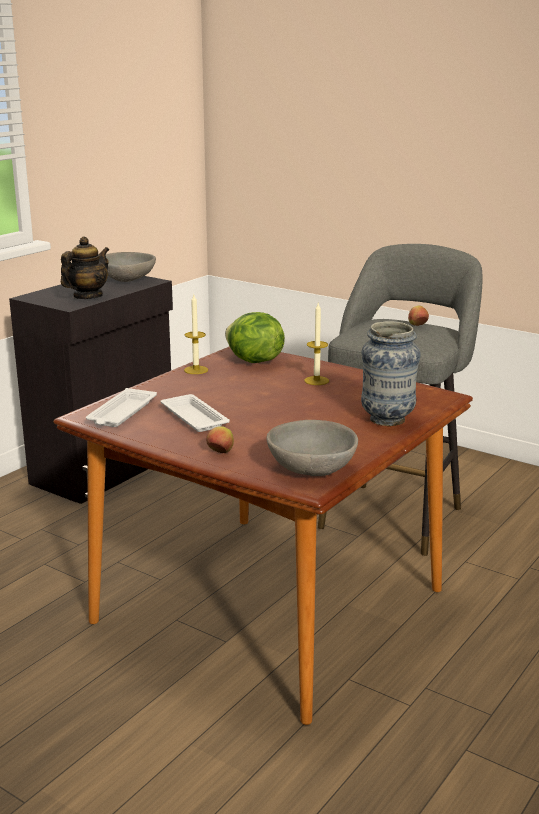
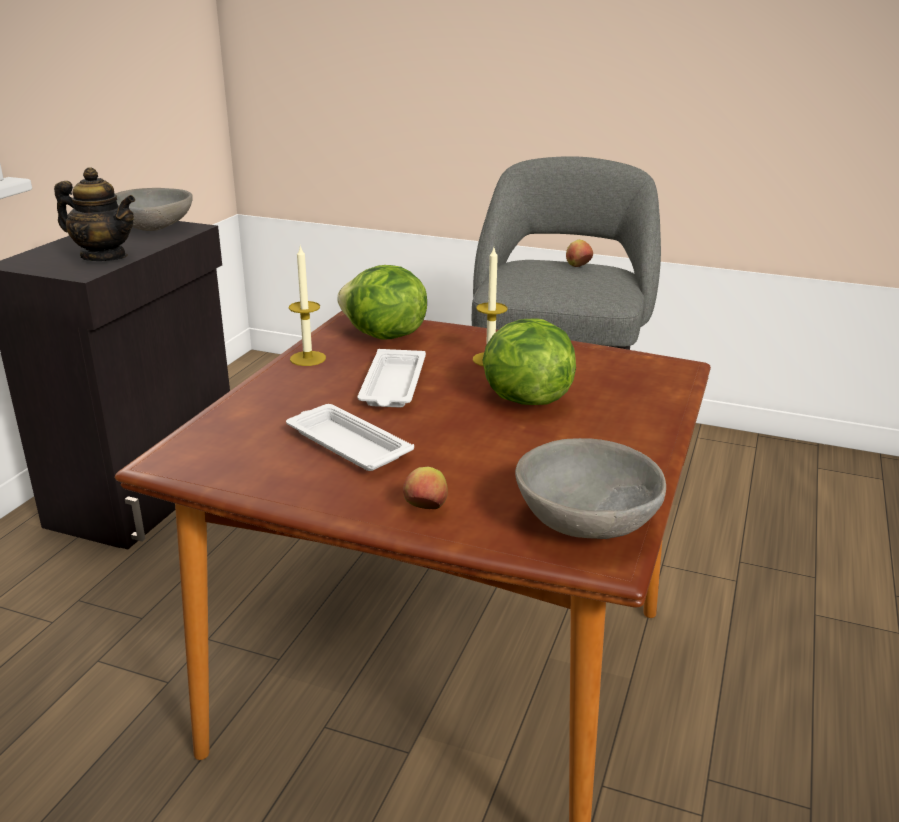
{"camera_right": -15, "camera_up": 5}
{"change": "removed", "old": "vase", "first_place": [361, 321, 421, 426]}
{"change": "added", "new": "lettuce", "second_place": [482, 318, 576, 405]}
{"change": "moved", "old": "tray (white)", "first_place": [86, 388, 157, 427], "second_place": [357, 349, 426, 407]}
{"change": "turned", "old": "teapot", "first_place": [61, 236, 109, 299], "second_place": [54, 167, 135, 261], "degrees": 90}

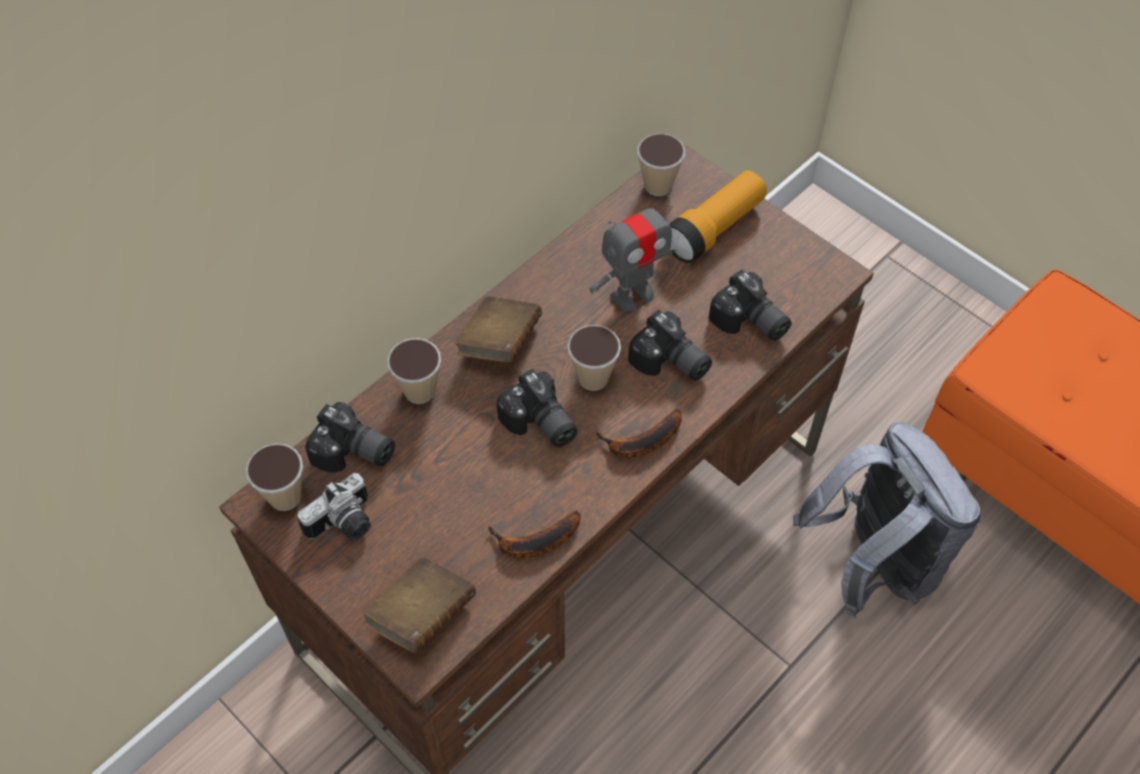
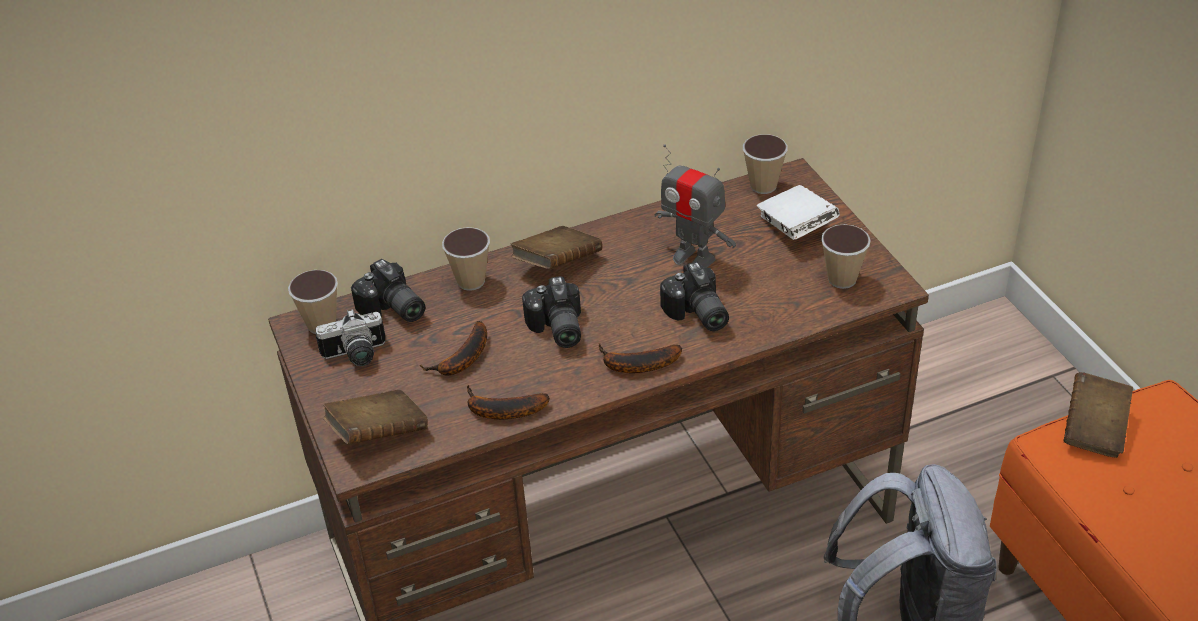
{"camera_right": 25, "camera_up": -15}
{"change": "removed", "old": "photo camera", "first_place": [709, 270, 792, 341]}
{"change": "added", "new": "banana", "second_place": [420, 321, 487, 375]}
{"change": "added", "new": "book (brown)", "second_place": [1063, 372, 1133, 458]}
{"change": "moved", "old": "cup", "first_place": [567, 325, 621, 391], "second_place": [821, 224, 871, 289]}
{"change": "replaced", "old": "flashlight", "new": "book (white)", "first_place": [669, 170, 767, 263], "second_place": [757, 185, 840, 240]}
{"change": "turned", "old": "toy robot", "first_place": [589, 195, 676, 311], "second_place": [654, 144, 736, 268], "degrees": 45}

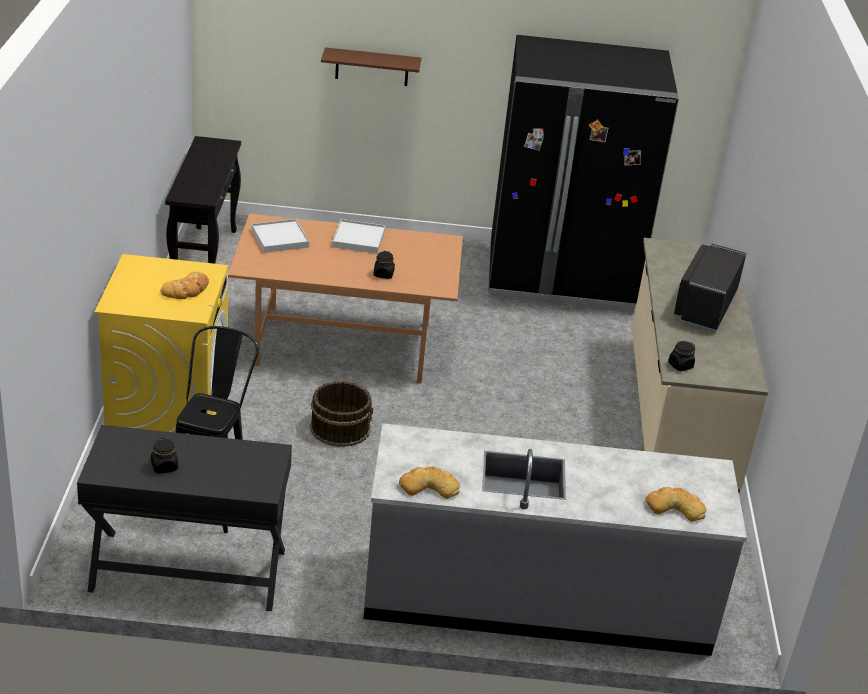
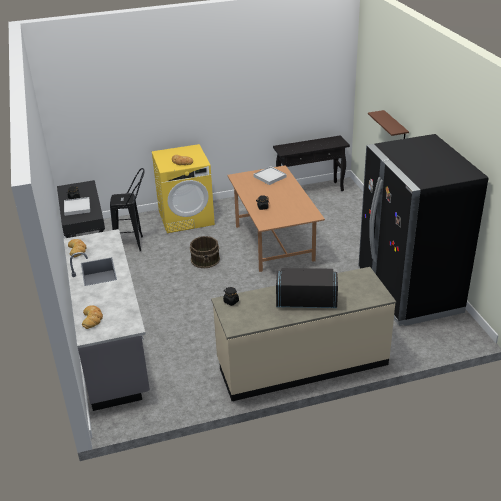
{"camera_right": 75, "camera_up": 0}
{"change": "moved", "old": "tray (white)", "first_place": [332, 219, 385, 254], "second_place": [64, 197, 90, 216]}

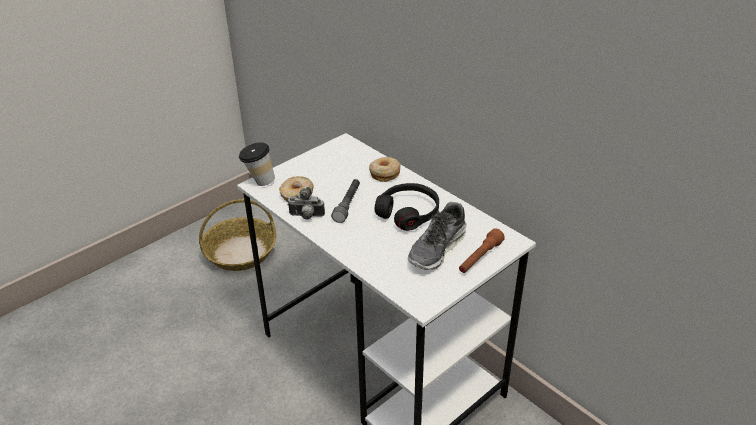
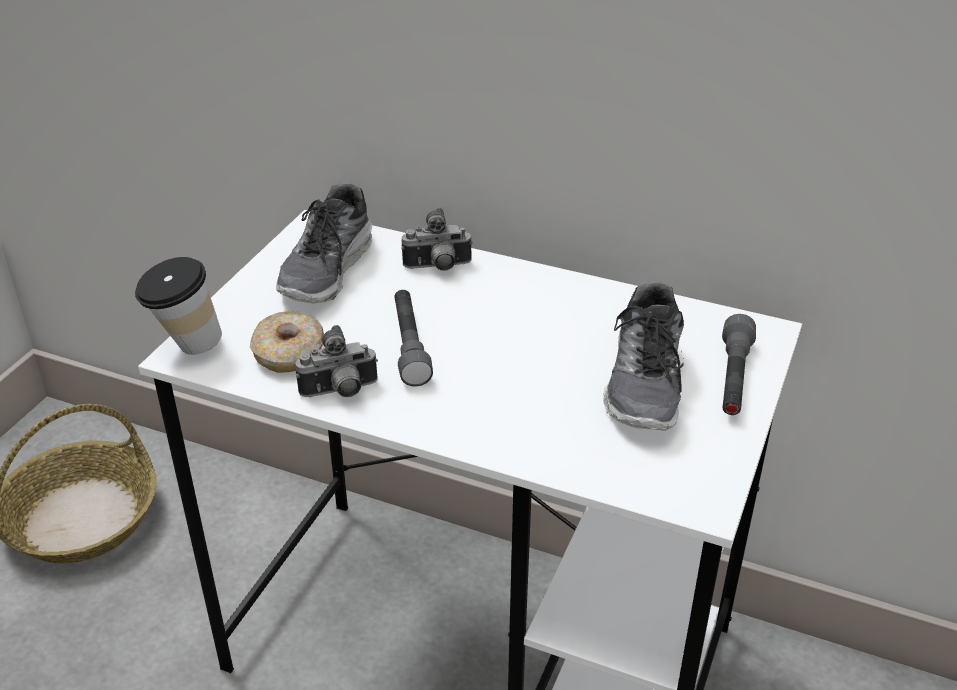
{"camera_right": -25, "camera_up": 0}
{"change": "removed", "old": "headphones (black)", "first_place": [375, 183, 439, 231]}
{"change": "added", "new": "shoe", "second_place": [276, 183, 372, 303]}
{"change": "replaced", "old": "donut", "new": "photo camera", "first_place": [369, 157, 401, 182], "second_place": [401, 208, 472, 271]}
{"change": "recoloured", "old": "flashlight (brown)", "new": "flashlight (grey)", "first_place": [459, 228, 505, 273], "second_place": [722, 314, 756, 415]}

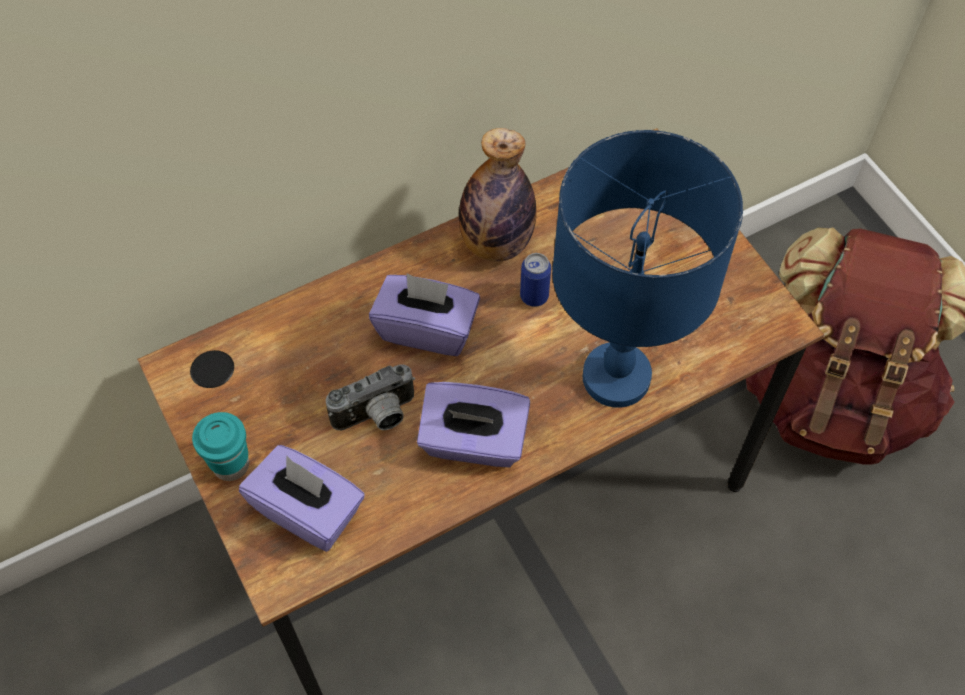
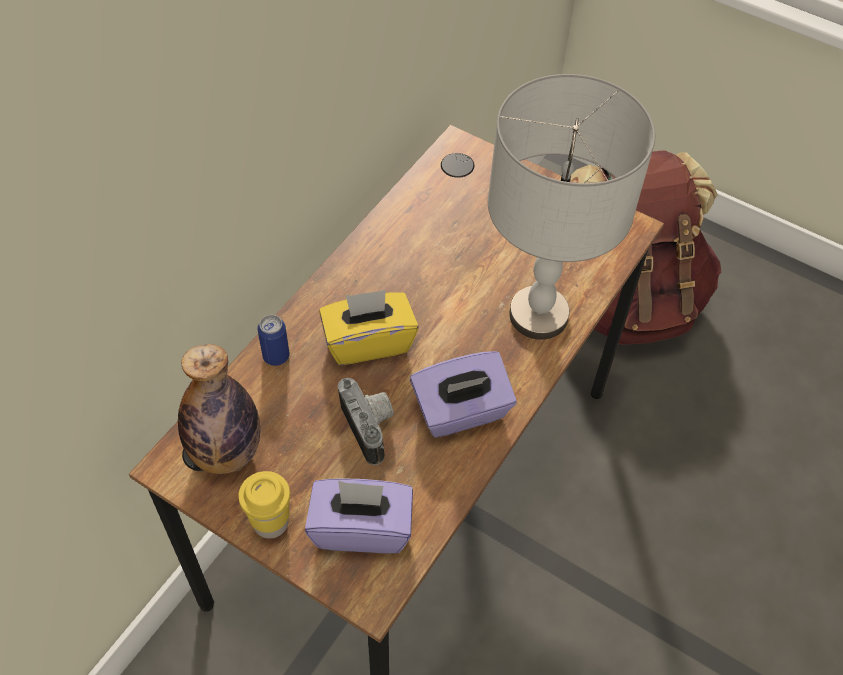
{"camera_right": -30, "camera_up": -5}
{"change": "moved", "old": "bottle", "first_place": [459, 128, 536, 262], "second_place": [178, 344, 260, 474]}
{"change": "moved", "old": "can", "first_place": [520, 253, 551, 307], "second_place": [257, 315, 289, 366]}
{"change": "recoloured", "old": "cup (turquoise)", "new": "cup (yellow)", "first_place": [192, 412, 249, 481], "second_place": [238, 471, 290, 539]}
{"change": "recoloured", "old": "tissue box (purple)", "new": "tissue box (yellow)", "first_place": [369, 273, 480, 356], "second_place": [319, 290, 419, 365]}
{"change": "recoloured", "old": "table lamp (blue)", "new": "table lamp (grey)", "first_place": [552, 130, 743, 408], "second_place": [488, 74, 655, 340]}
{"change": "turned", "old": "photo camera", "first_place": [326, 364, 415, 430], "second_place": [338, 378, 394, 465], "degrees": -60}

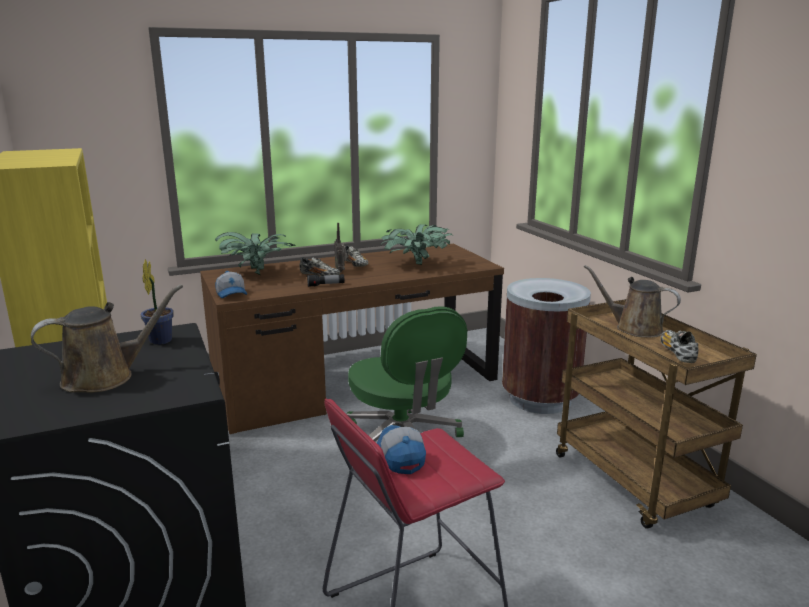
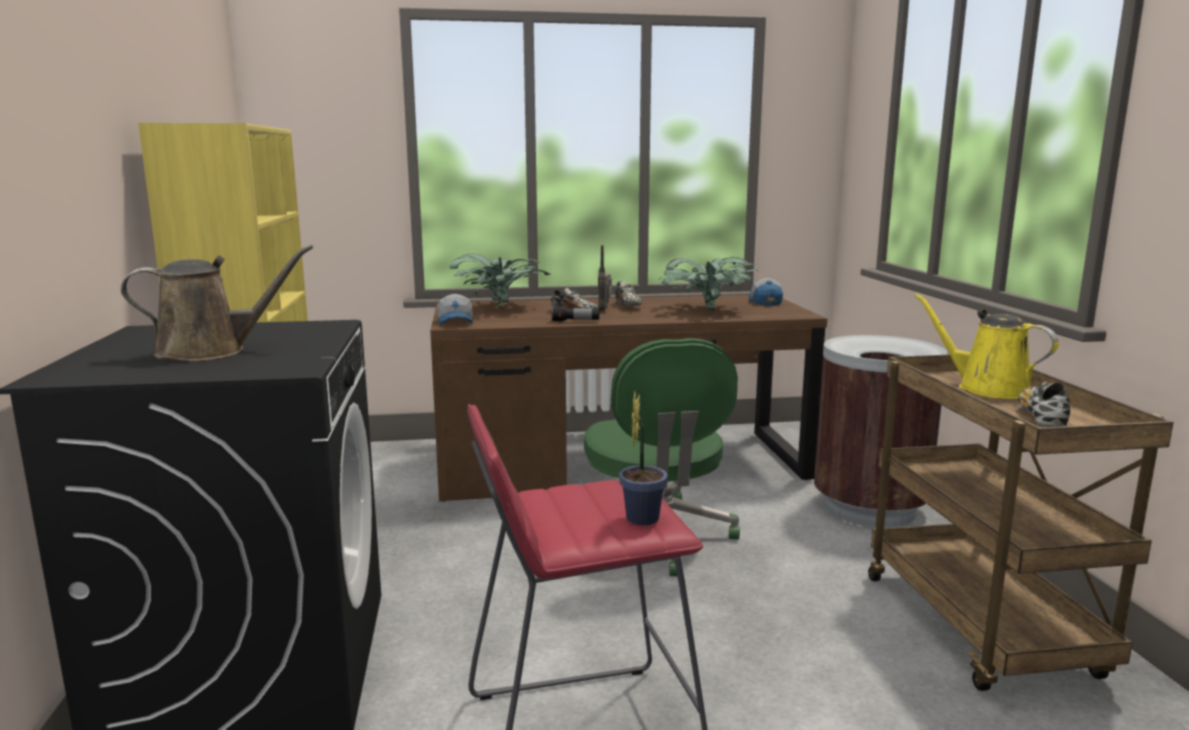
{"camera_right": 15, "camera_up": -5}
{"change": "moved", "old": "potted plant", "first_place": [141, 259, 174, 345], "second_place": [619, 392, 668, 525]}
{"change": "moved", "old": "cap", "first_place": [377, 425, 426, 474], "second_place": [749, 278, 783, 306]}
{"change": "recoloured", "old": "watering can (brown)", "new": "watering can (yellow)", "first_place": [584, 265, 681, 338], "second_place": [914, 293, 1059, 399]}

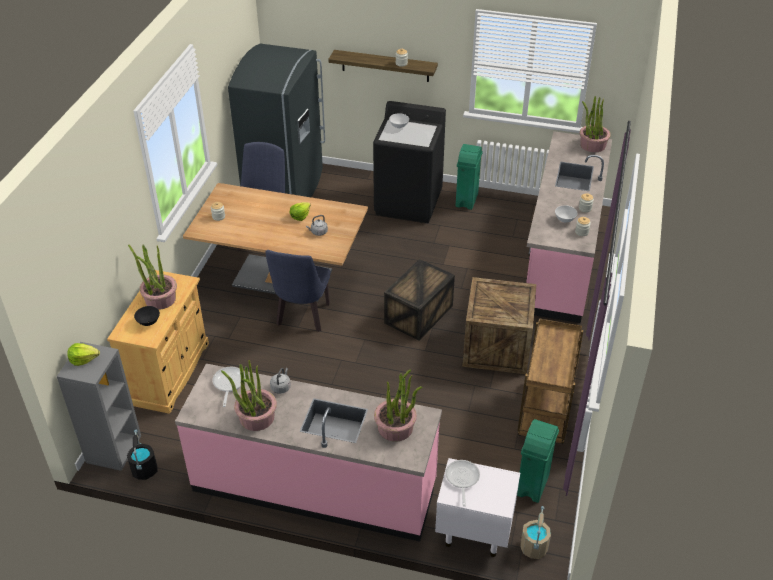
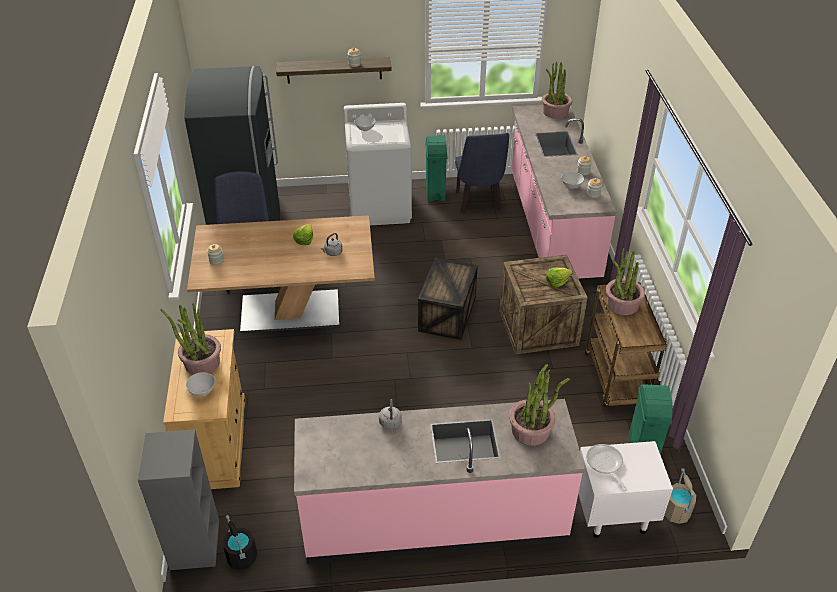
{"camera_right": -20, "camera_up": 0}
{"change": "removed", "old": "frying pan", "first_place": [213, 367, 246, 407]}
{"change": "moved", "old": "lettuce", "first_place": [67, 343, 100, 366], "second_place": [546, 268, 572, 288]}
{"change": "moved", "old": "potted plant", "first_place": [221, 360, 277, 431], "second_place": [606, 248, 645, 315]}
{"change": "moved", "old": "chair (blue)", "first_place": [265, 250, 330, 332], "second_place": [455, 133, 509, 214]}
{"change": "recoloured", "old": "bowl (black)", "new": "bowl (white)", "first_place": [134, 306, 160, 326], "second_place": [186, 372, 215, 396]}
{"change": "recoloured", "old": "washing machine (black)", "new": "washing machine (white)", "first_place": [373, 101, 446, 223], "second_place": [344, 103, 412, 226]}

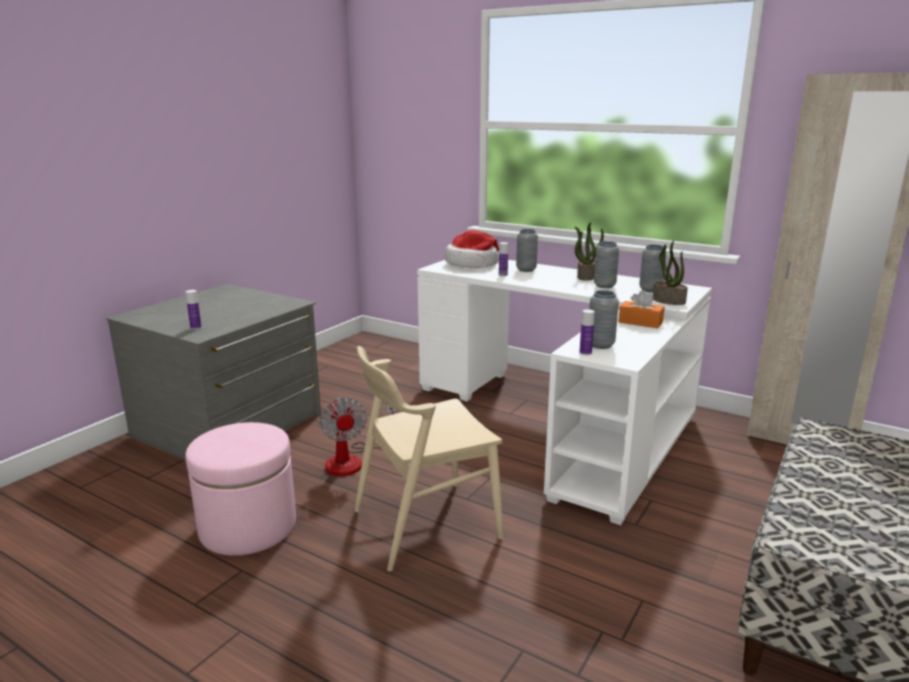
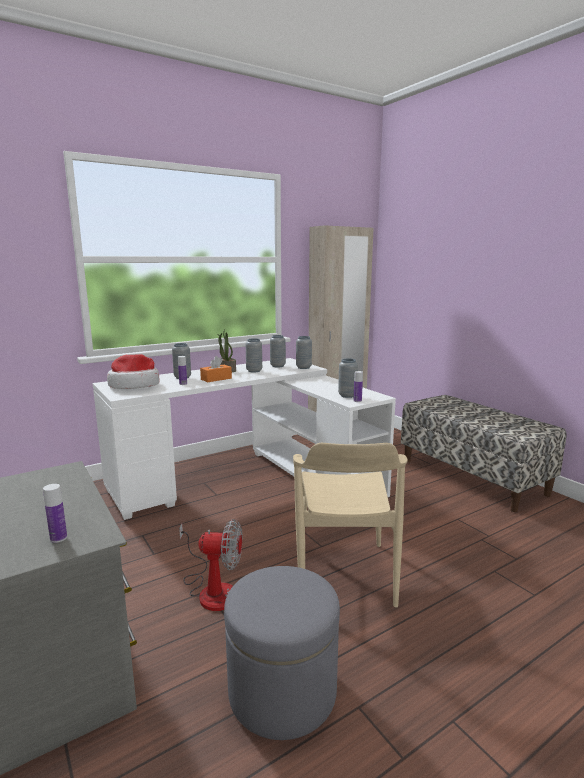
{"camera_right": -65, "camera_up": -5}
{"change": "moved", "old": "tissue box (orange)", "first_place": [618, 290, 665, 328], "second_place": [200, 356, 232, 382]}
{"change": "replaced", "old": "potted plant", "new": "vase (grey)", "first_place": [653, 240, 688, 305], "second_place": [296, 336, 312, 369]}
{"change": "recoloured", "old": "ottoman (pink)", "new": "ottoman (grey)", "first_place": [185, 422, 296, 556], "second_place": [224, 566, 340, 740]}

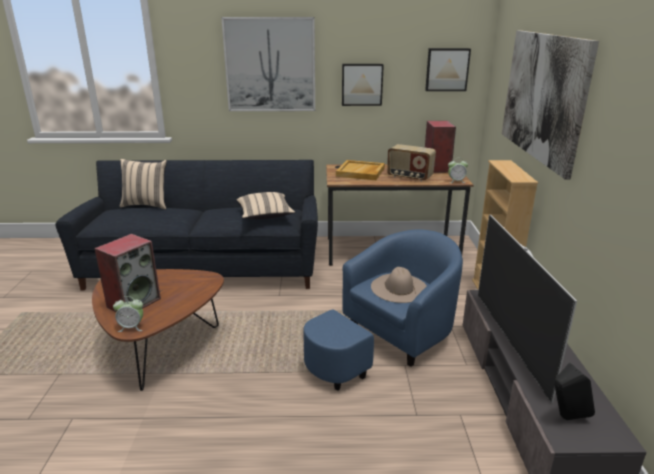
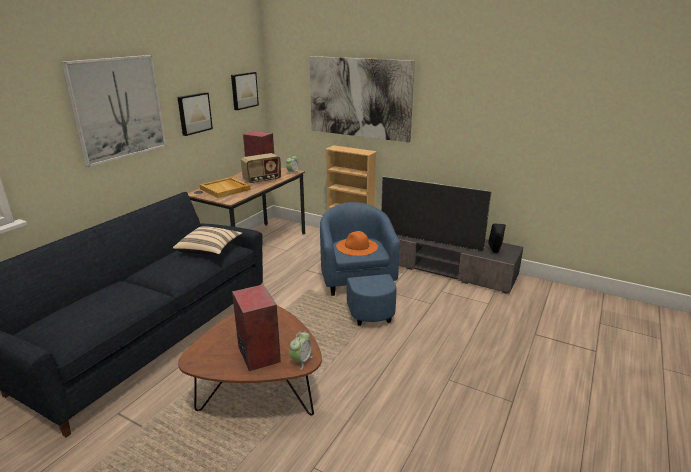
{"camera_right": -60, "camera_up": 0}
{"change": "removed", "old": "pillow (beige)", "first_place": [119, 159, 167, 209]}
{"change": "recoloured", "old": "hat (beige)", "new": "hat (orange)", "first_place": [371, 267, 427, 303], "second_place": [336, 231, 378, 256]}

